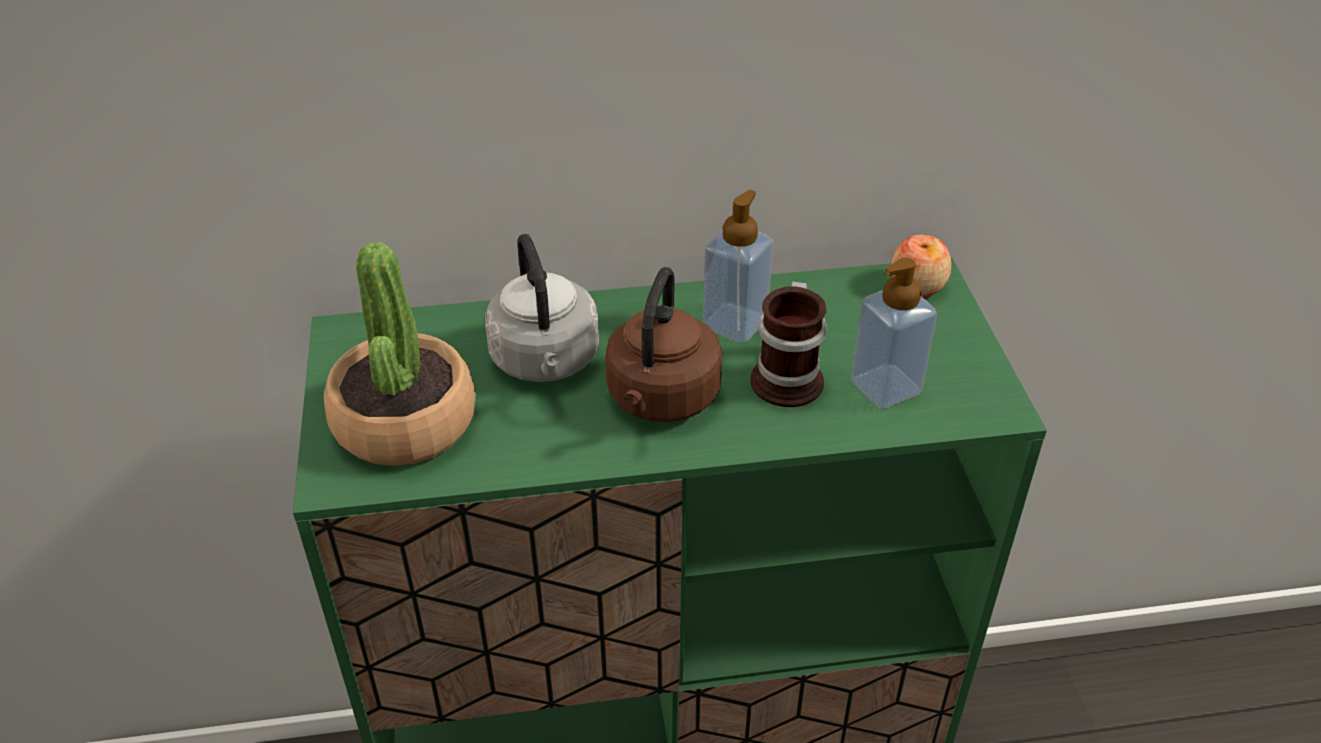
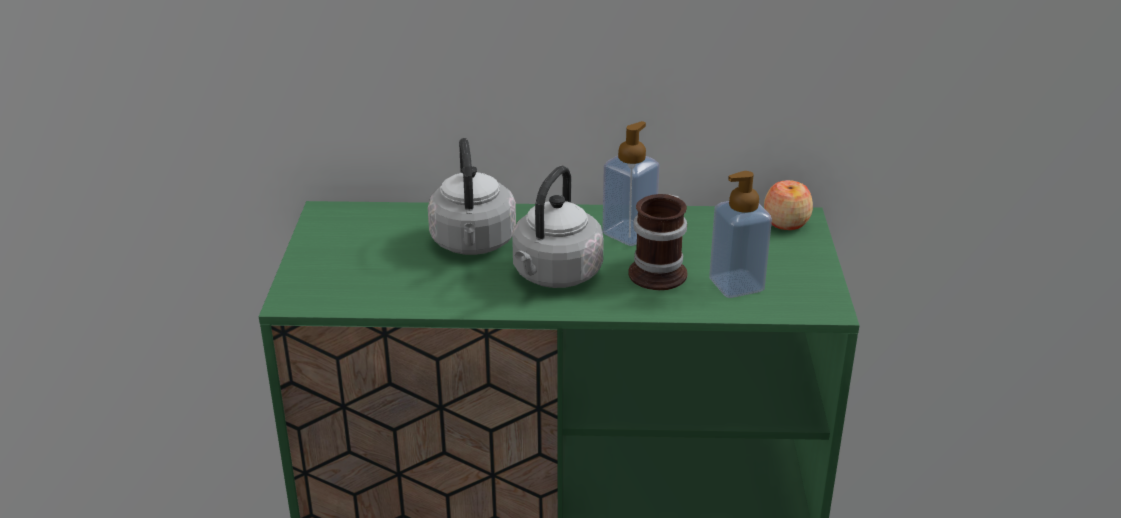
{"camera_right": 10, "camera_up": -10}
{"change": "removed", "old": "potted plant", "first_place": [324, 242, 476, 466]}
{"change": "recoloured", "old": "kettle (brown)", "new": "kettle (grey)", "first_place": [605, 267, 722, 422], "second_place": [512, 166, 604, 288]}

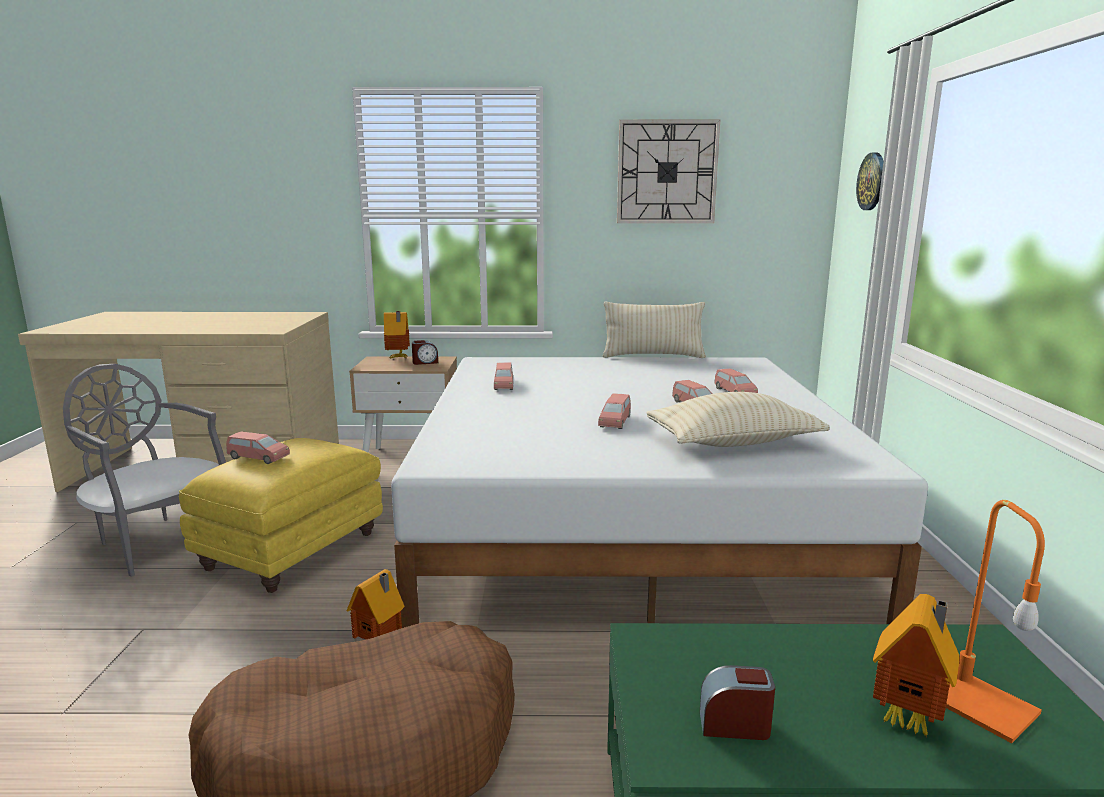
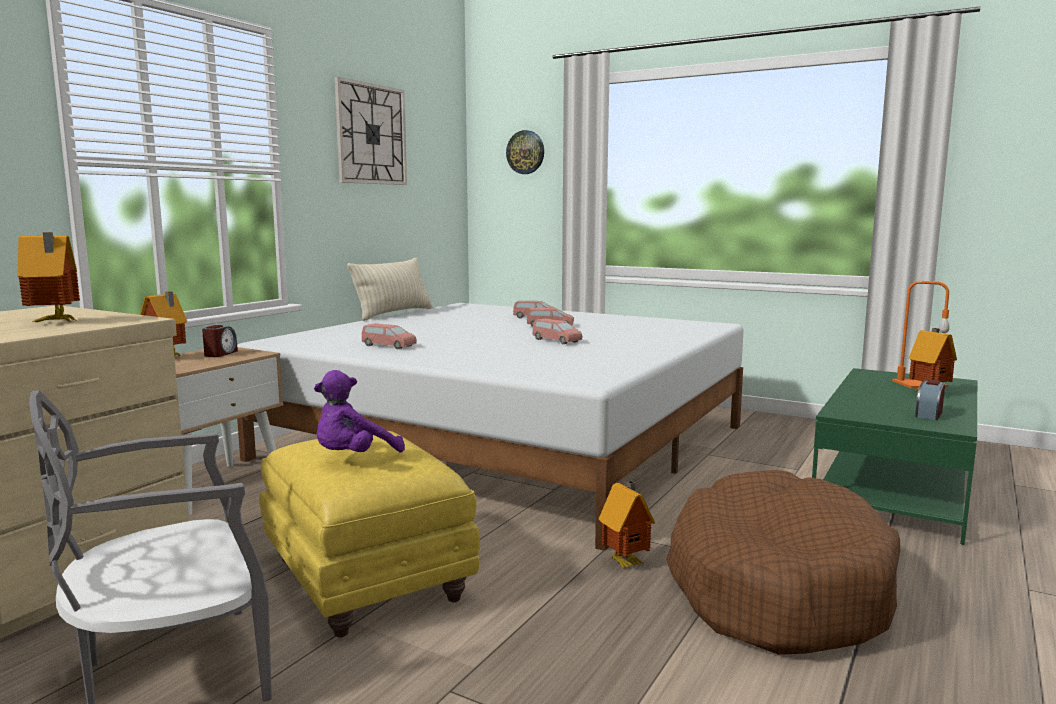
{"camera_right": -60, "camera_up": -5}
{"change": "removed", "old": "pillow (beige)", "first_place": [646, 392, 829, 447]}
{"change": "added", "new": "toy house", "second_place": [17, 232, 80, 322]}
{"change": "replaced", "old": "toy car (pink)", "new": "plush toy (purple)", "first_place": [226, 431, 290, 464], "second_place": [314, 370, 405, 453]}

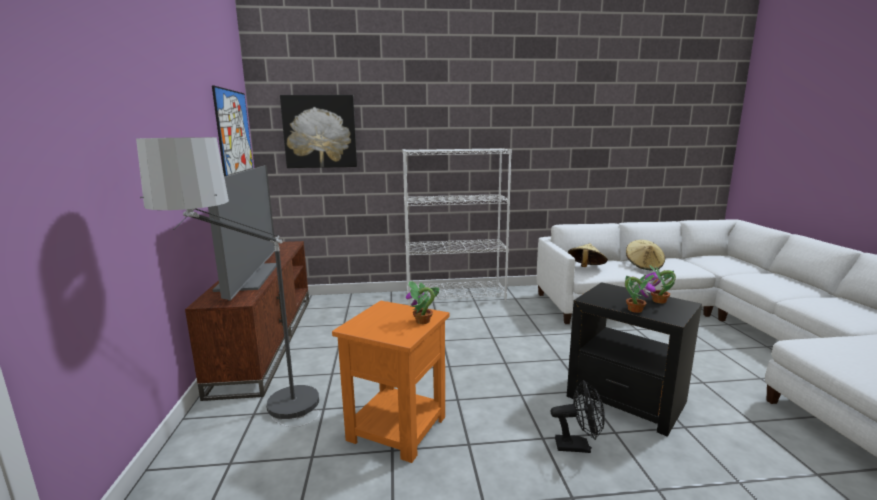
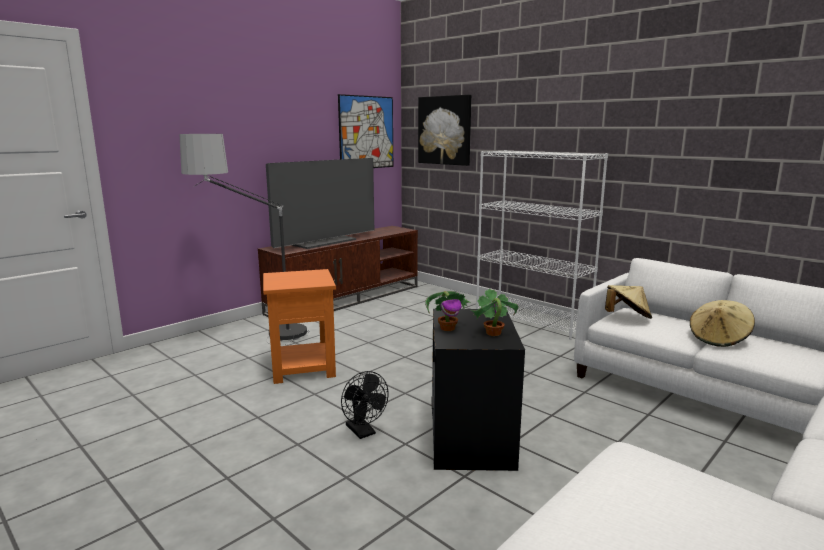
{"camera_right": 50, "camera_up": 0}
{"change": "removed", "old": "potted plant", "first_place": [406, 281, 439, 324]}

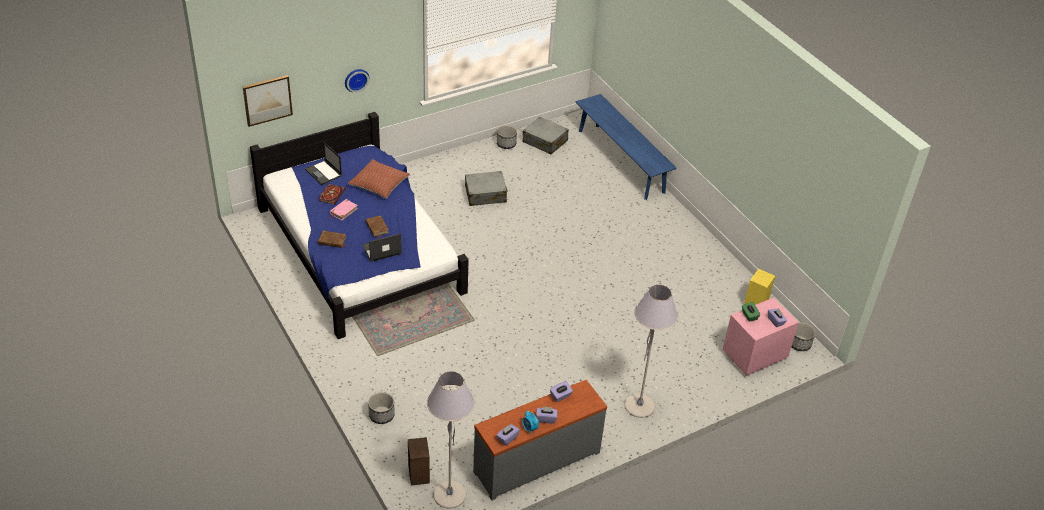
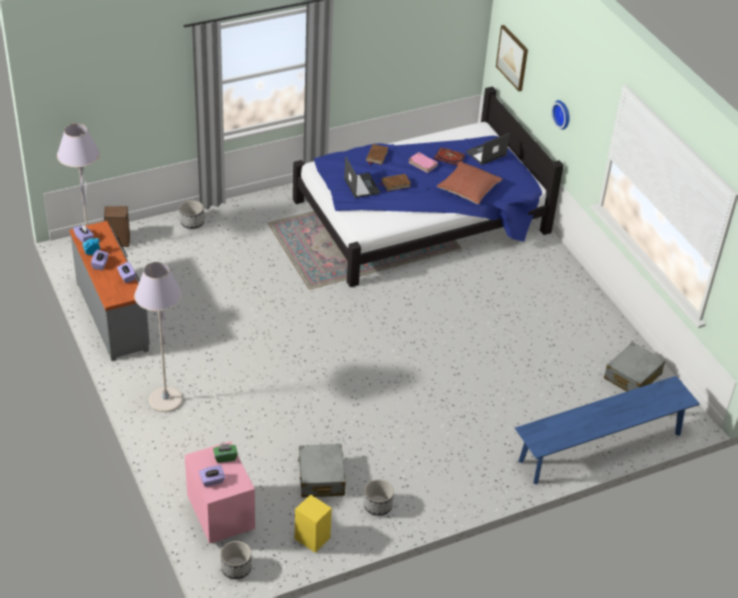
{"camera_right": 95, "camera_up": 0}
{"change": "moved", "old": "suitcase (grey)", "first_place": [465, 171, 508, 206], "second_place": [297, 444, 346, 497]}
{"change": "moved", "old": "planter", "first_place": [497, 125, 517, 149], "second_place": [364, 479, 394, 516]}

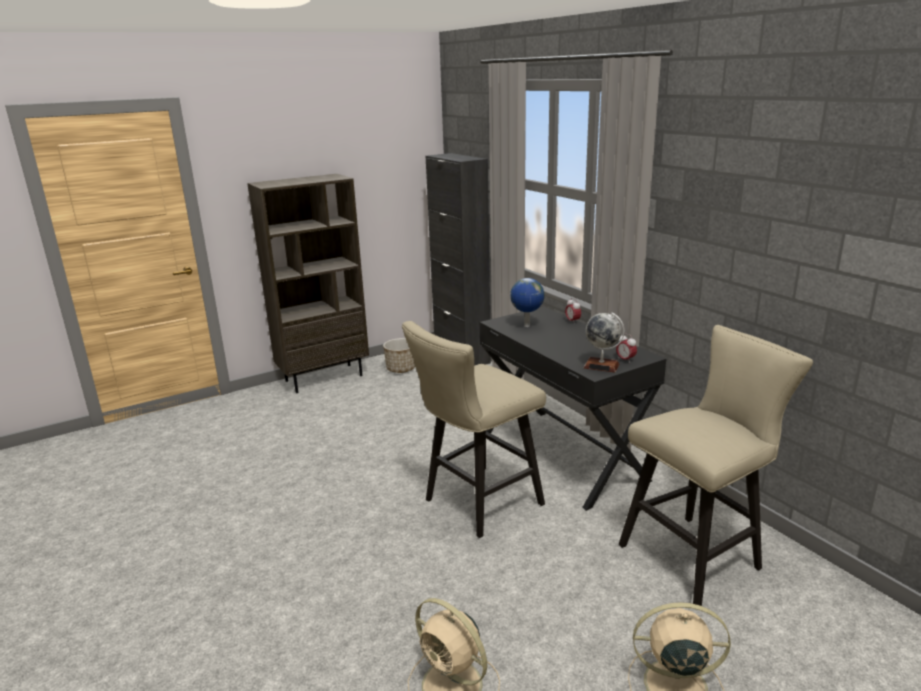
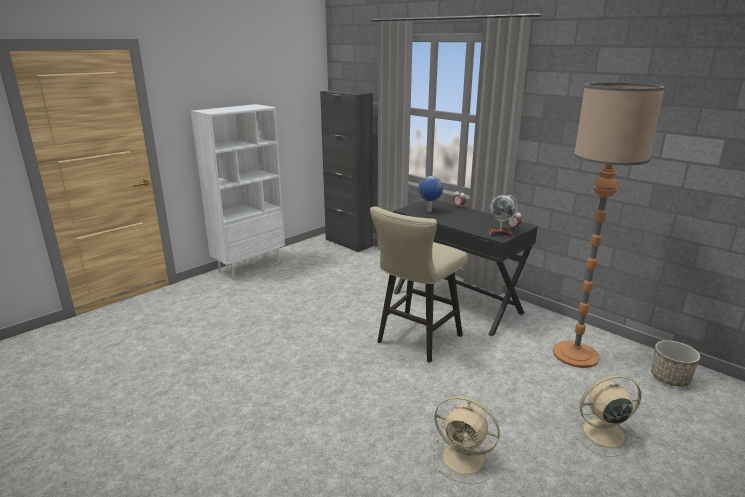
{"camera_right": -15, "camera_up": 0}
{"change": "moved", "old": "planter", "first_place": [383, 338, 415, 373], "second_place": [651, 340, 700, 386]}
{"change": "replaced", "old": "stool (beige)", "new": "floor lamp", "first_place": [619, 325, 813, 606], "second_place": [553, 82, 666, 368]}
{"change": "recoloured", "old": "bookcase (brown)", "new": "bookcase (white)", "first_place": [247, 174, 369, 393], "second_place": [191, 104, 285, 279]}

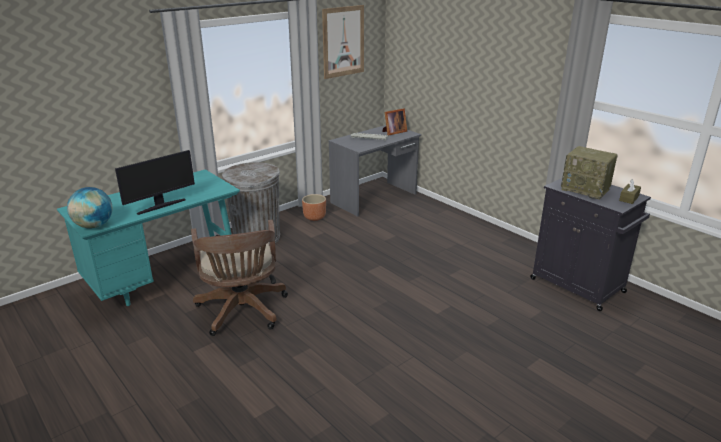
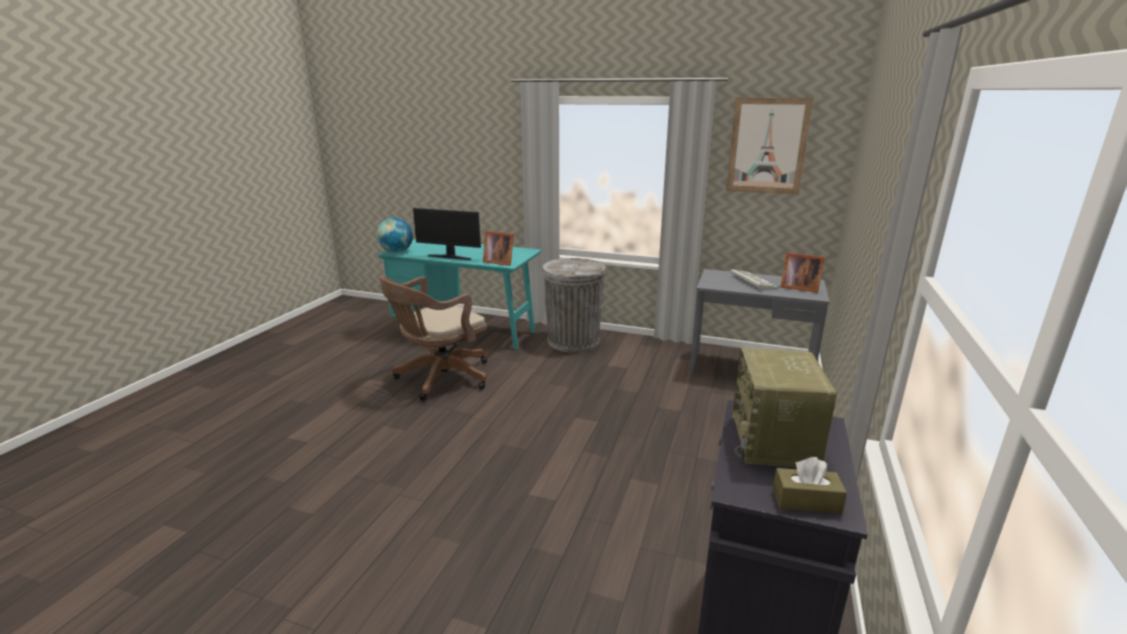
{"camera_right": 60, "camera_up": -5}
{"change": "removed", "old": "planter (brown)", "first_place": [302, 194, 326, 221]}
{"change": "added", "new": "picture frame", "second_place": [483, 231, 514, 266]}

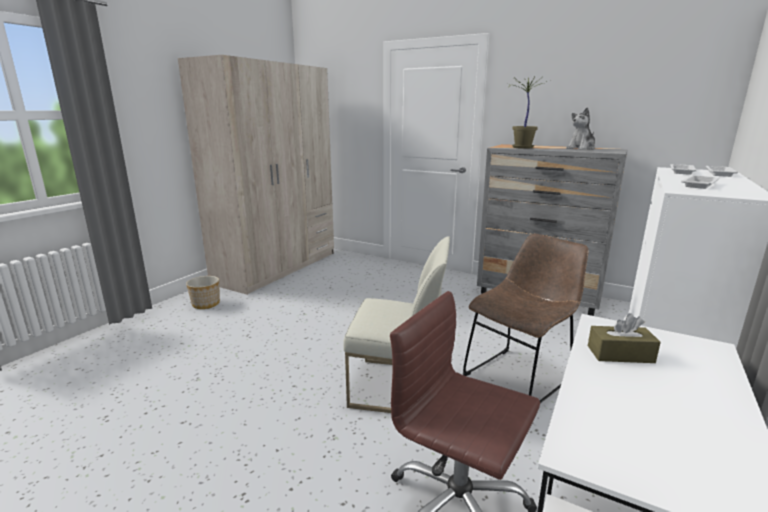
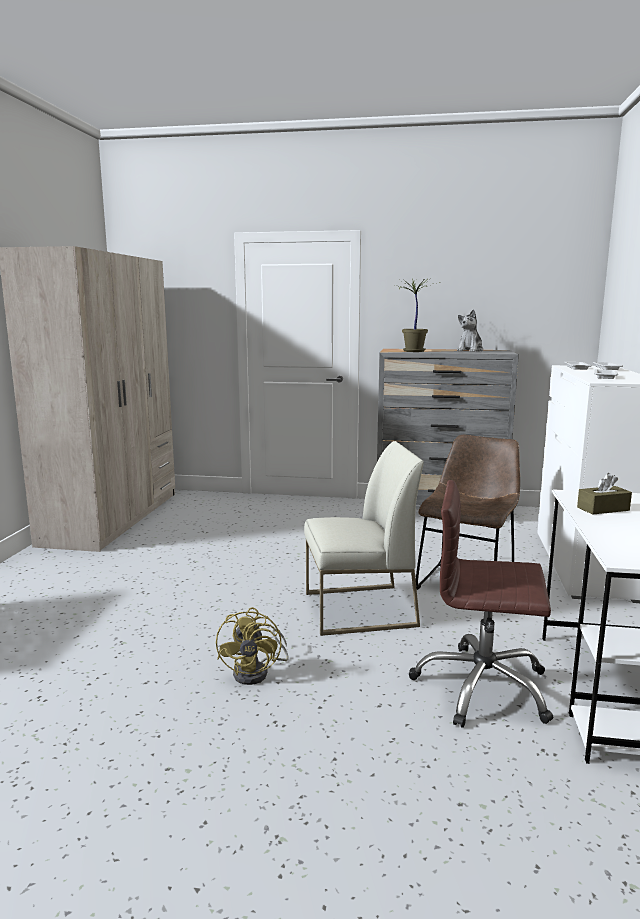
{"camera_right": -20, "camera_up": -5}
{"change": "removed", "old": "planter", "first_place": [186, 276, 220, 309]}
{"change": "added", "new": "fan (yellow)", "second_place": [216, 607, 289, 685]}

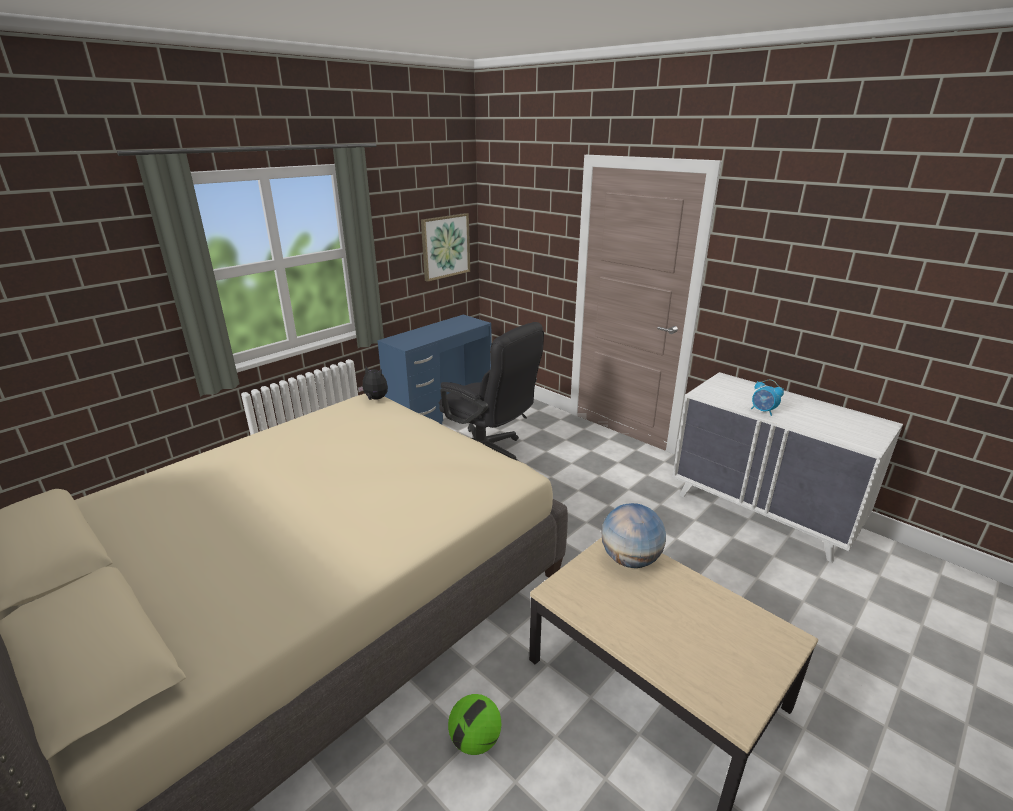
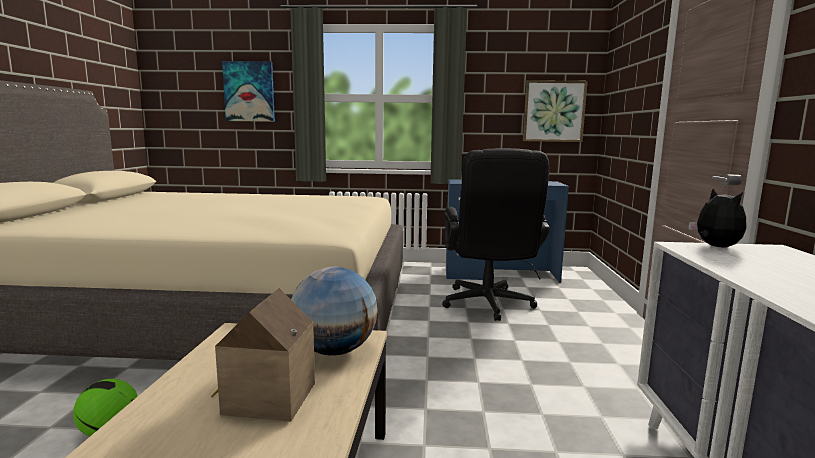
{"camera_right": 50, "camera_up": -15}
{"change": "removed", "old": "alarm clock", "first_place": [751, 380, 784, 416]}
{"change": "added", "new": "toy house", "second_place": [211, 288, 315, 421]}
{"change": "added", "new": "picture", "second_place": [222, 61, 275, 122]}
{"change": "moved", "old": "plush toy", "first_place": [358, 366, 388, 400], "second_place": [689, 189, 746, 247]}

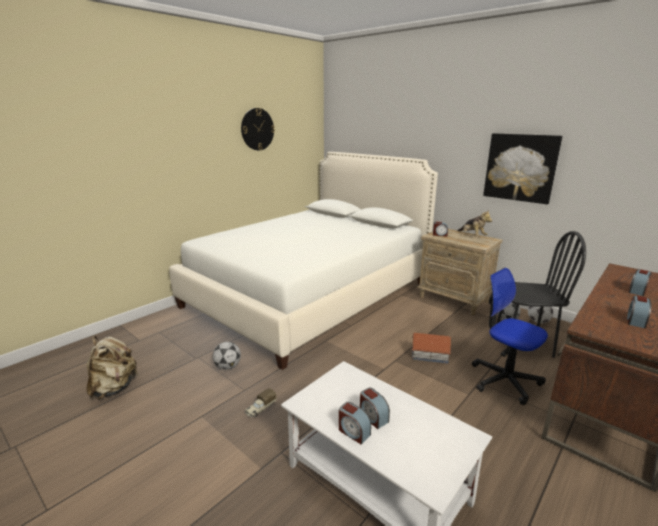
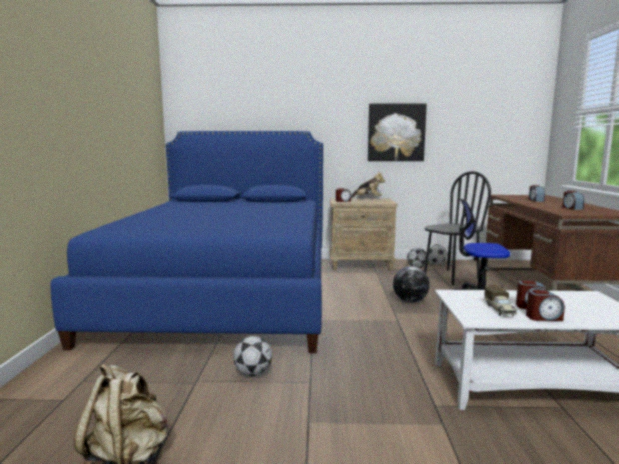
{"camera_right": -40, "camera_up": -10}
{"change": "removed", "old": "wall clock", "first_place": [241, 108, 275, 150]}
{"change": "moved", "old": "toy truck", "first_place": [245, 388, 277, 417], "second_place": [484, 285, 517, 316]}
{"change": "replaced", "old": "toy house", "new": "globe", "first_place": [412, 333, 451, 363], "second_place": [393, 266, 430, 302]}
{"change": "recoloured", "old": "bed (white)", "new": "bed (blue)", "first_place": [169, 152, 438, 370], "second_place": [51, 131, 323, 353]}

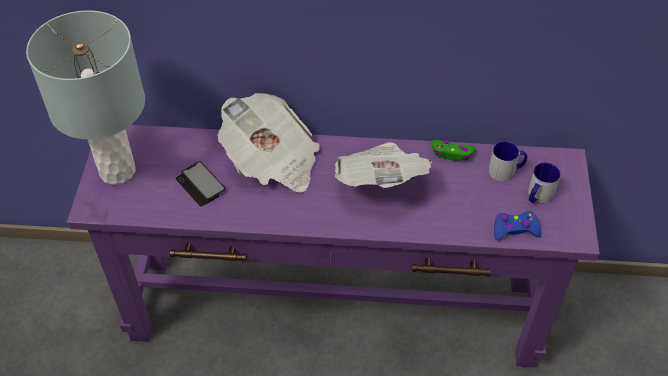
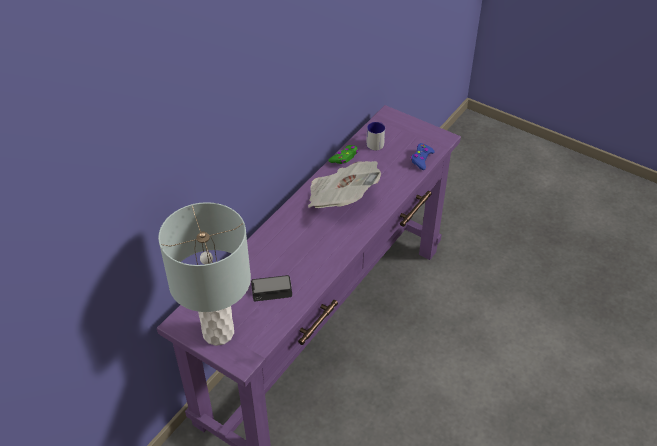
{"camera_right": -60, "camera_up": -5}
{"change": "removed", "old": "newspaper", "first_place": [217, 93, 320, 193]}
{"change": "removed", "old": "mug", "first_place": [528, 162, 561, 203]}

